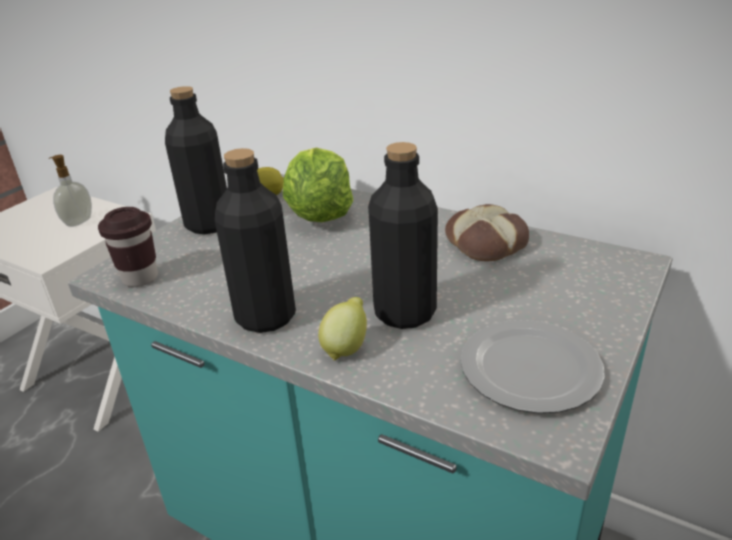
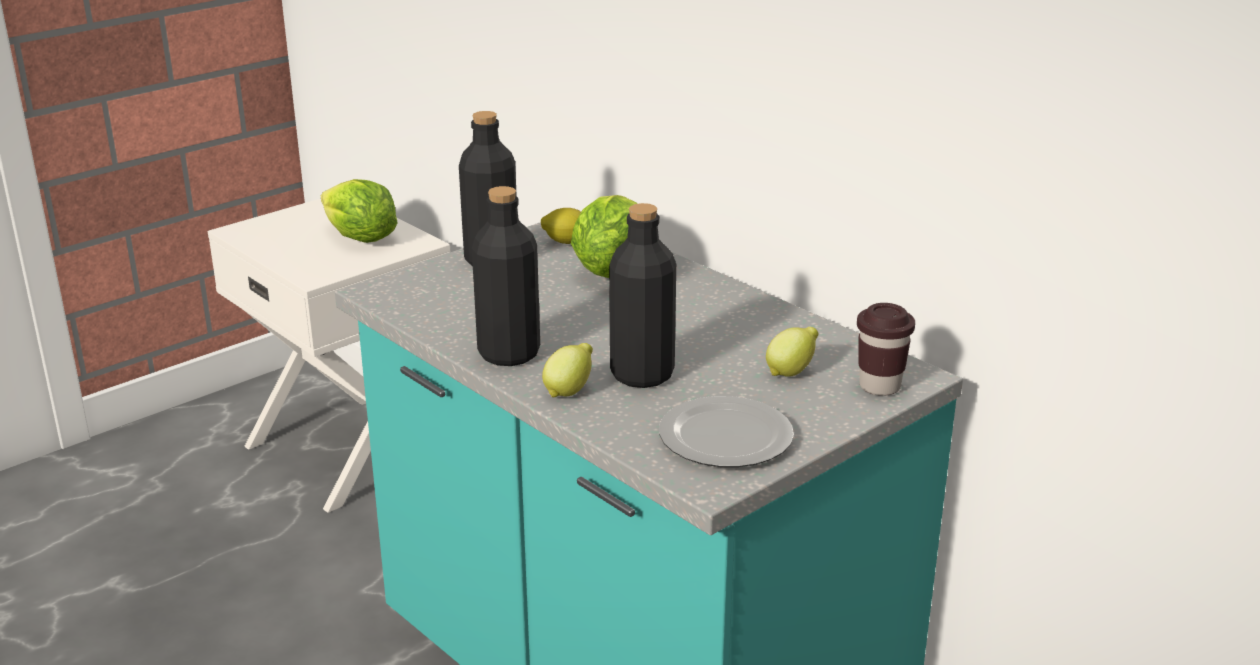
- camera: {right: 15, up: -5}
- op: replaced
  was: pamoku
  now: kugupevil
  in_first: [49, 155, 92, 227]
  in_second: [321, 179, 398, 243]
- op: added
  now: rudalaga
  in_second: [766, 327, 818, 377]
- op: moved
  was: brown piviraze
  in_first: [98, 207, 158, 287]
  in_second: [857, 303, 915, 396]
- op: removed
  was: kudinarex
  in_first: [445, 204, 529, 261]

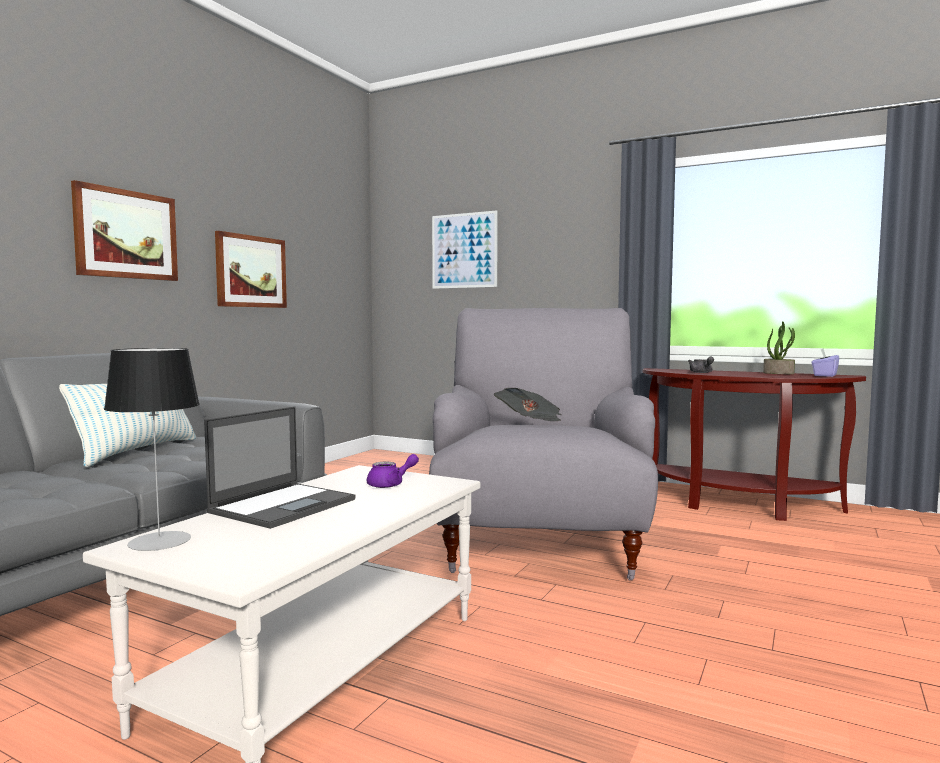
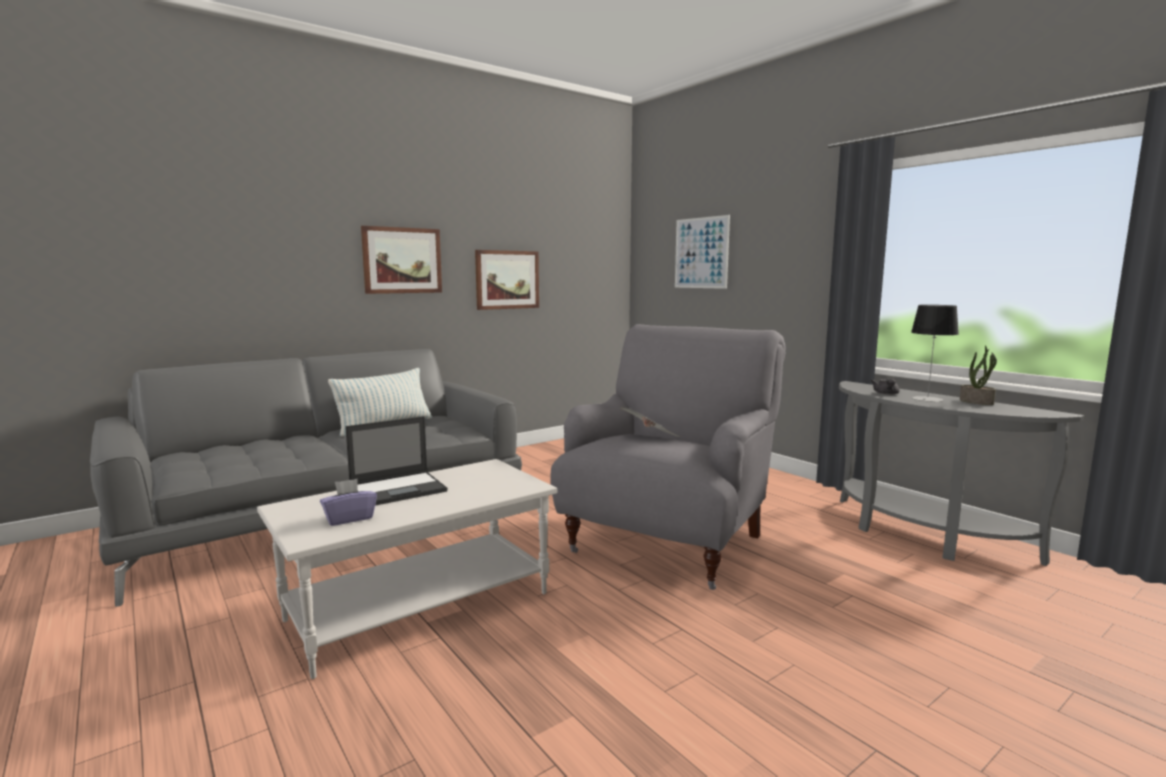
- camera: {right: 25, up: 5}
- op: moved
  was: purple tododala
  in_first: [811, 348, 839, 377]
  in_second: [320, 478, 377, 526]
- op: recoloured
  was: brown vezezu
  now: grey vezezu
  in_first: [642, 368, 866, 521]
  in_second: [839, 381, 1084, 566]
- op: moved
  was: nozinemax
  in_first: [104, 348, 200, 551]
  in_second: [911, 305, 959, 402]
- op: removed
  was: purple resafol
  in_first: [367, 454, 419, 488]

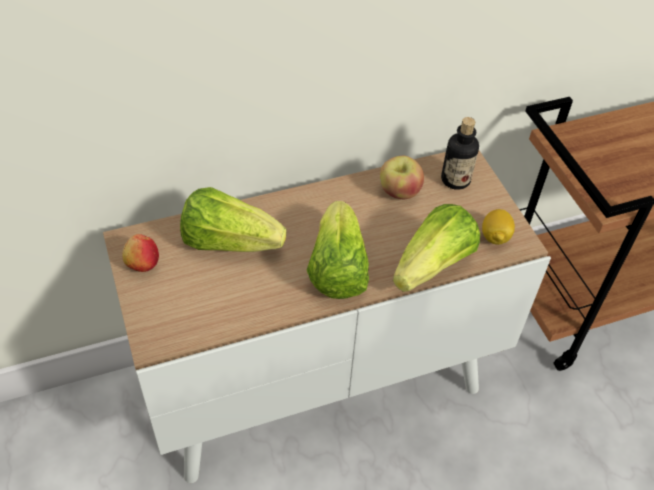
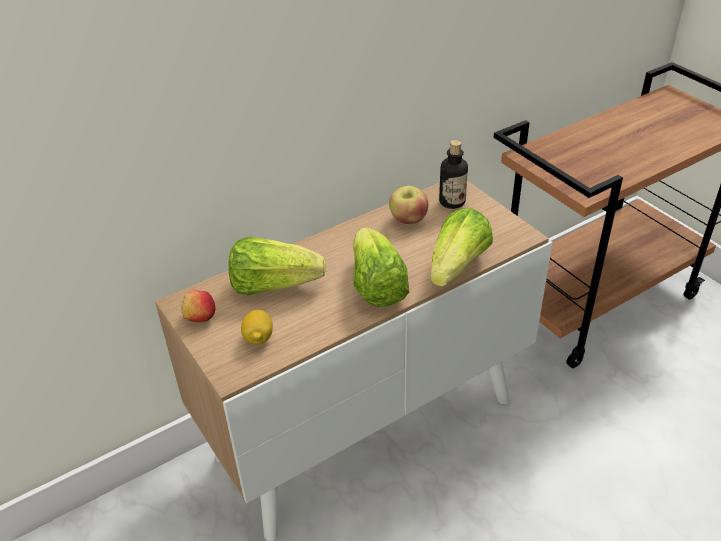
- camera: {right: -10, up: -10}
- op: moved
  was: rudalaga
  in_first: [482, 209, 515, 245]
  in_second: [241, 310, 273, 345]

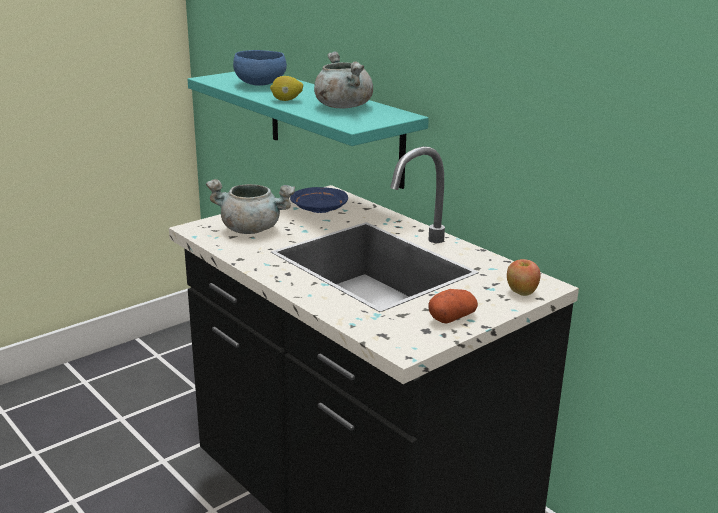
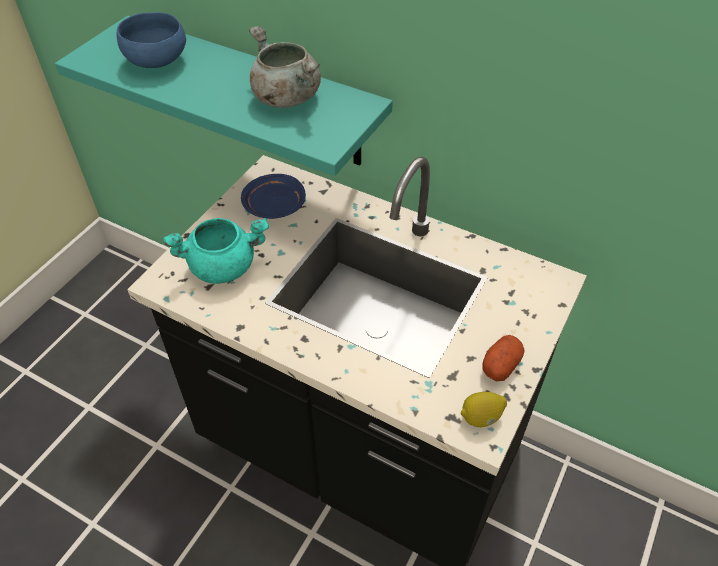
- camera: {right: -20, up: 25}
- op: recoloured
  was: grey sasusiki
  now: turquoise sasusiki
  in_first: [206, 179, 295, 234]
  in_second: [163, 218, 269, 284]
- op: moved
  was: rudalaga
  in_first: [270, 76, 303, 101]
  in_second: [461, 392, 507, 427]
- op: removed
  was: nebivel
  in_first: [507, 259, 541, 296]

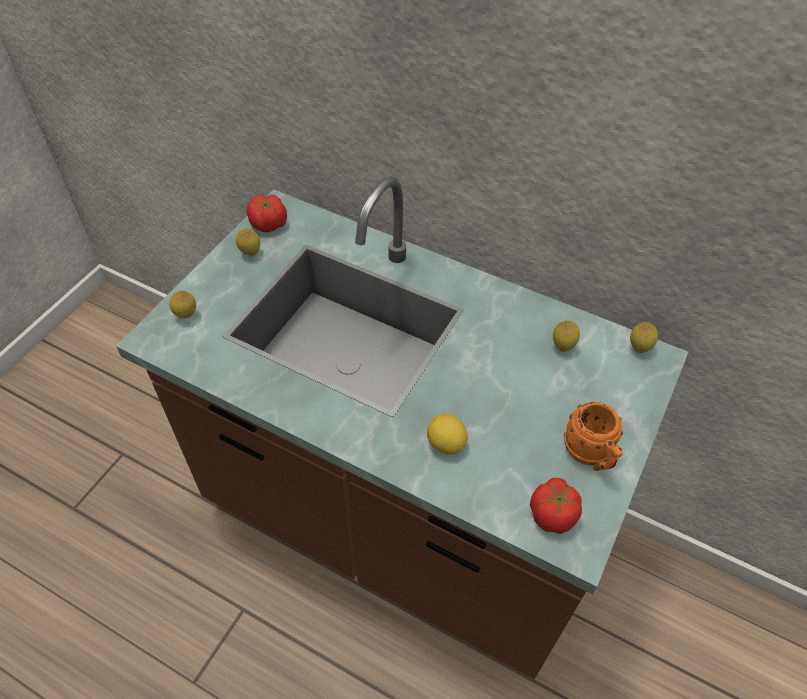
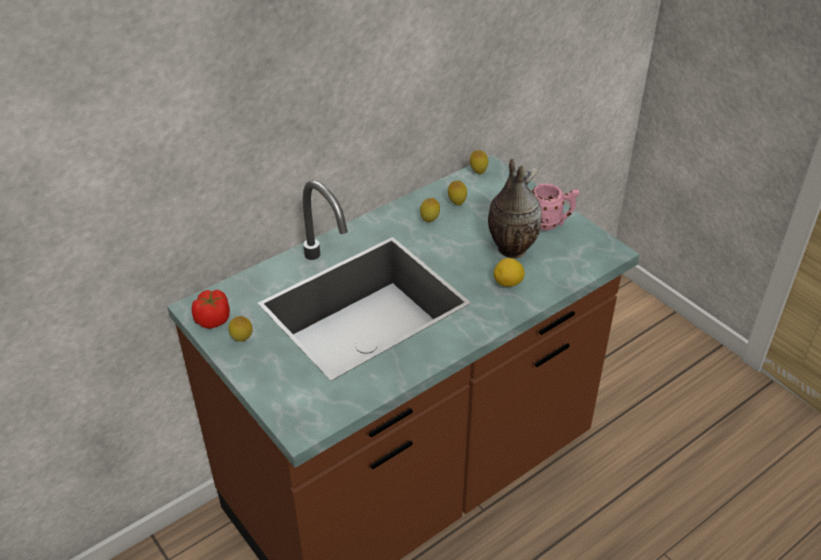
- camera: {right: -65, up: -10}
- op: moved
  was: rudalaga
  in_first: [169, 291, 196, 318]
  in_second: [420, 198, 440, 222]
- op: added
  now: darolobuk
  in_second: [488, 159, 542, 258]
- op: recoloured
  was: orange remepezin
  now: pink remepezin
  in_first: [564, 402, 623, 471]
  in_second: [532, 183, 579, 231]
- op: removed
  was: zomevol
  in_first: [530, 478, 582, 534]

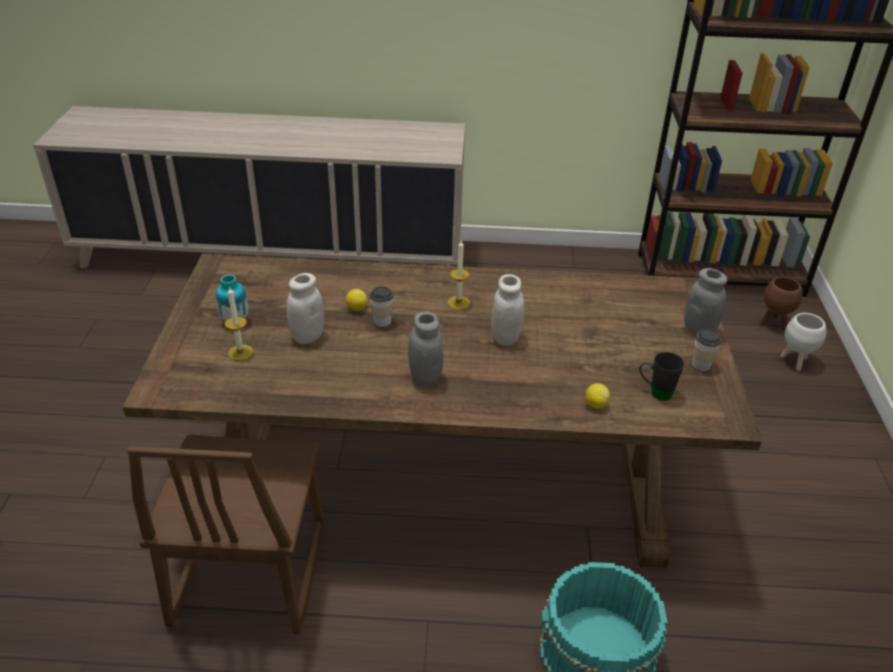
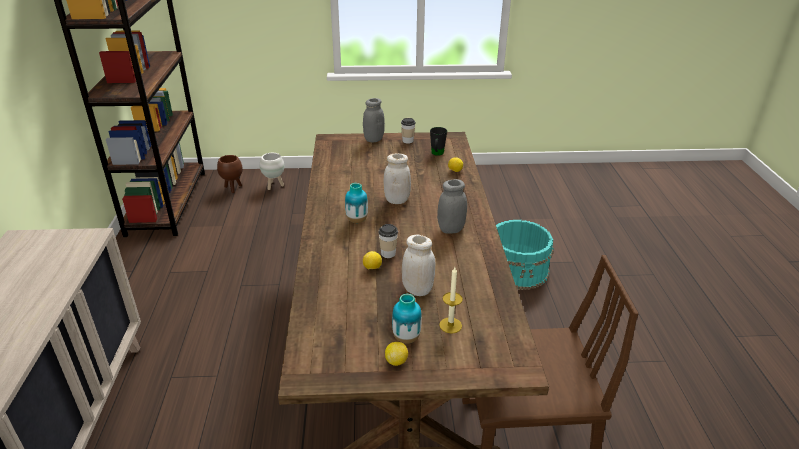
- camera: {right: -95, up: -5}
- op: replaced
  was: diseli
  now: darolobuk
  in_first: [447, 239, 470, 310]
  in_second: [345, 183, 368, 223]
- op: added
  now: rudalaga
  in_second: [385, 342, 408, 366]

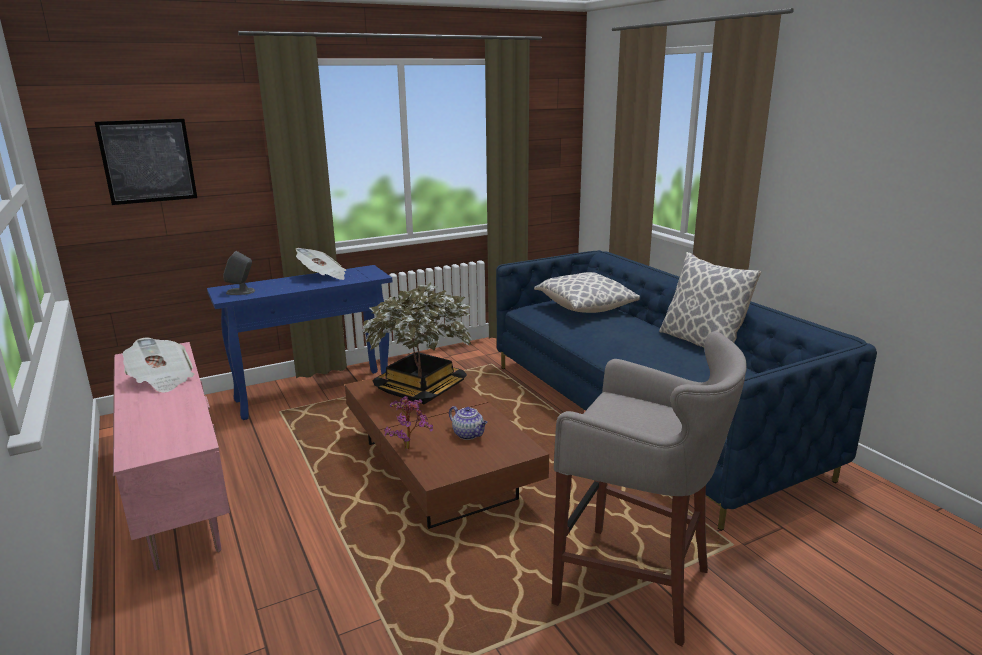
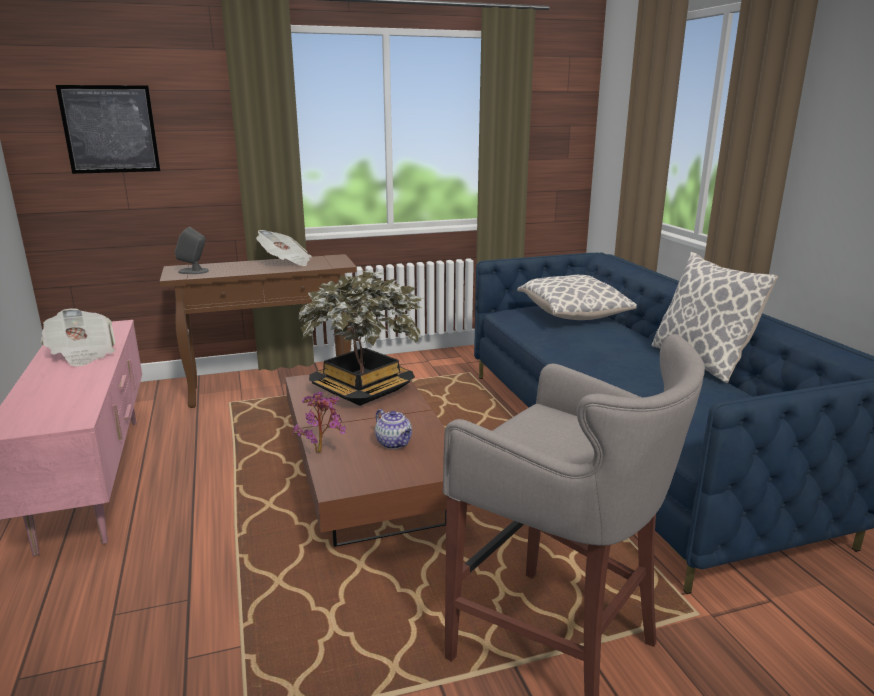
- camera: {right: 10, up: 0}
- op: recoloured
  was: blue vezezu
  now: brown vezezu
  in_first: [207, 265, 392, 420]
  in_second: [160, 254, 357, 408]

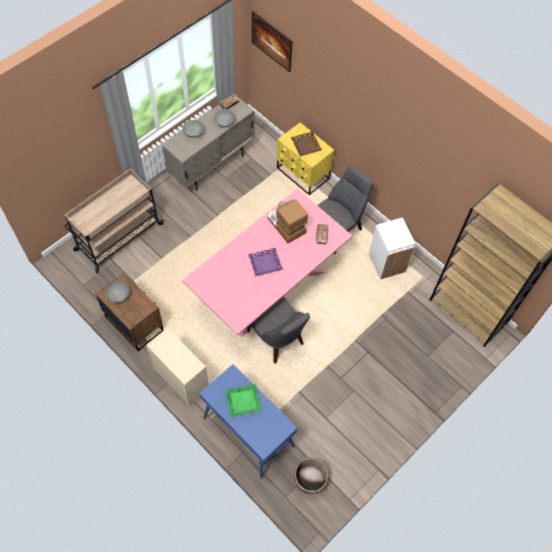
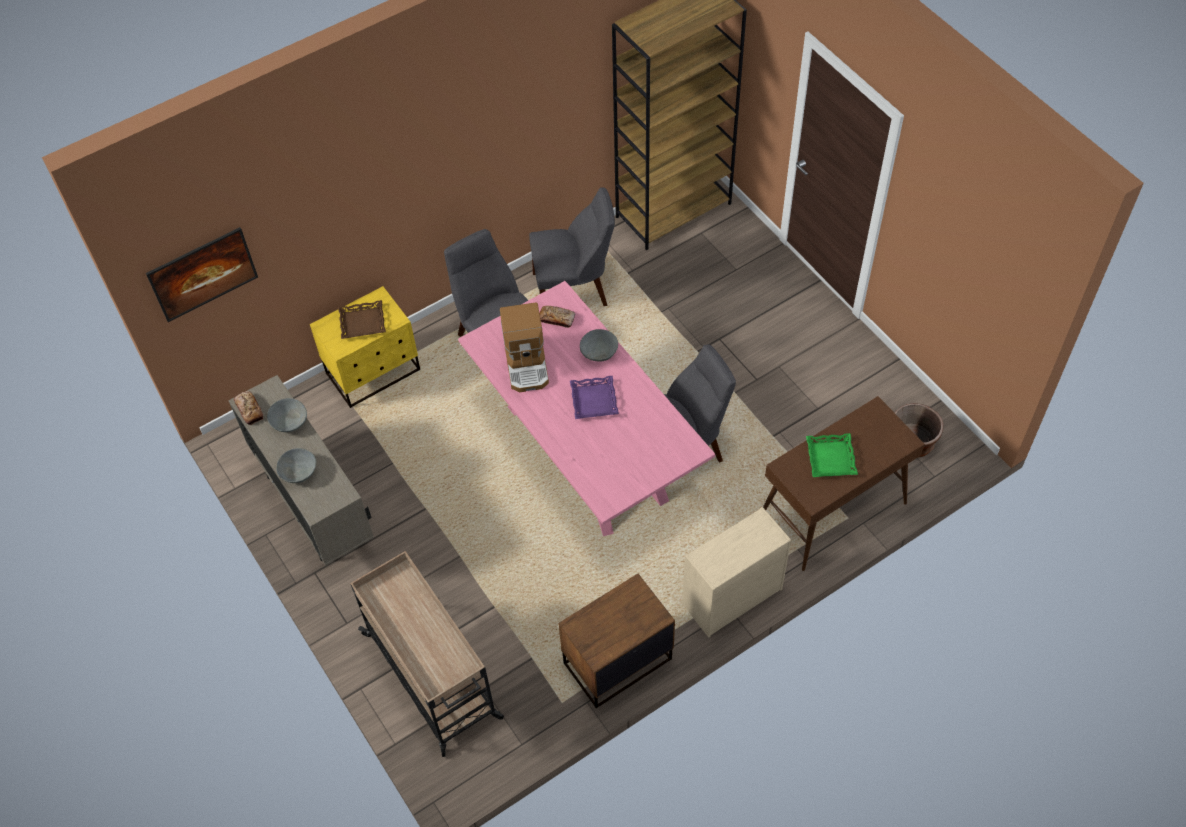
- camera: {right: -75, up: -5}
- op: turned
  was: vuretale
  in_first: [268, 199, 308, 243]
  in_second: [500, 302, 549, 392]
  clockwise: -75
- op: replaced
  was: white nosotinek
  now: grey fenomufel
  in_first: [369, 218, 416, 280]
  in_second: [529, 187, 615, 306]
- op: moved
  was: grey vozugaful
  in_first: [106, 281, 129, 303]
  in_second: [580, 329, 618, 361]
- op: recoloured
  was: blue vezezu
  now: brown vezezu
  in_first: [199, 364, 297, 479]
  in_second: [763, 396, 925, 571]

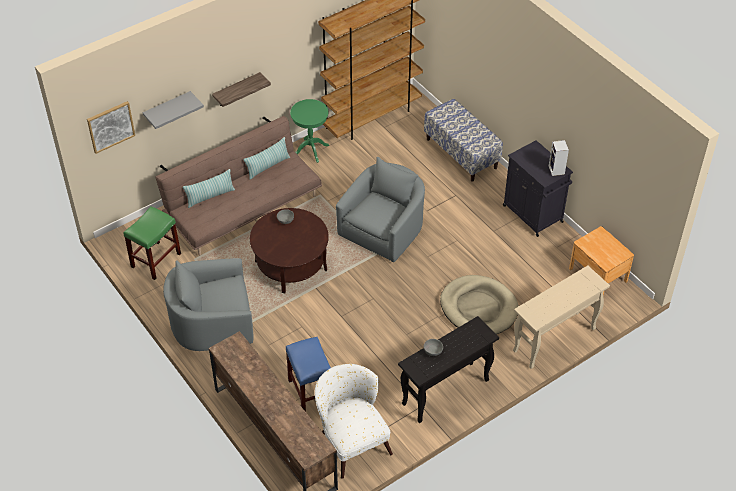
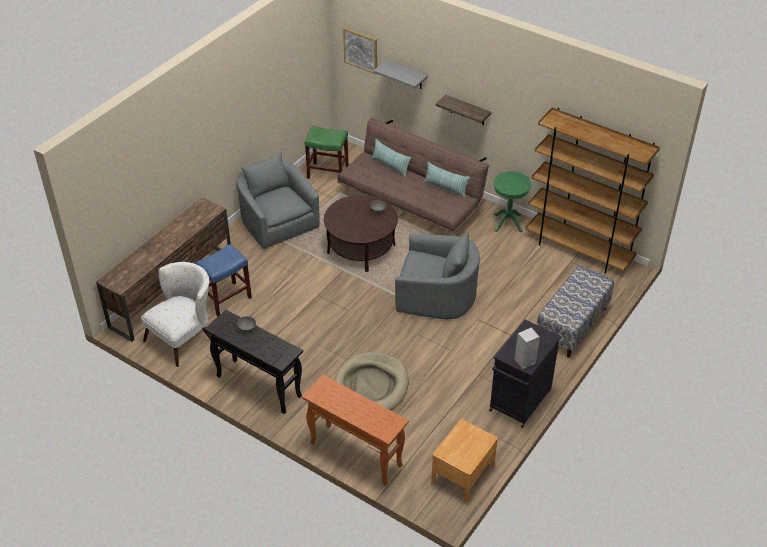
- camera: {right: 70, up: -5}
- op: recoloured
  was: beige vezezu
  now: orange vezezu
  in_first: [513, 265, 610, 369]
  in_second: [302, 375, 409, 486]

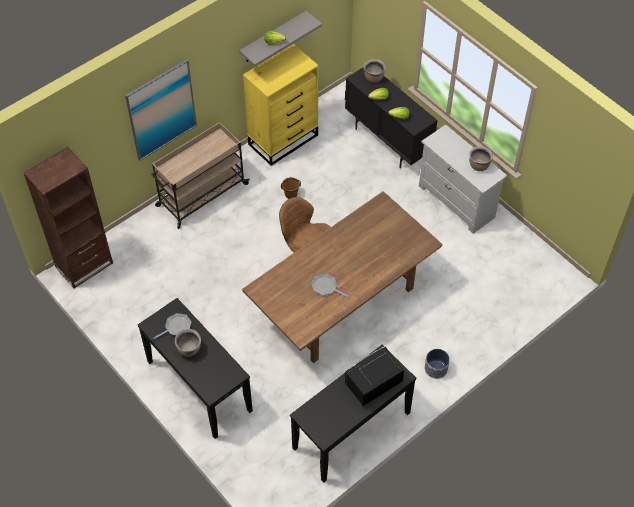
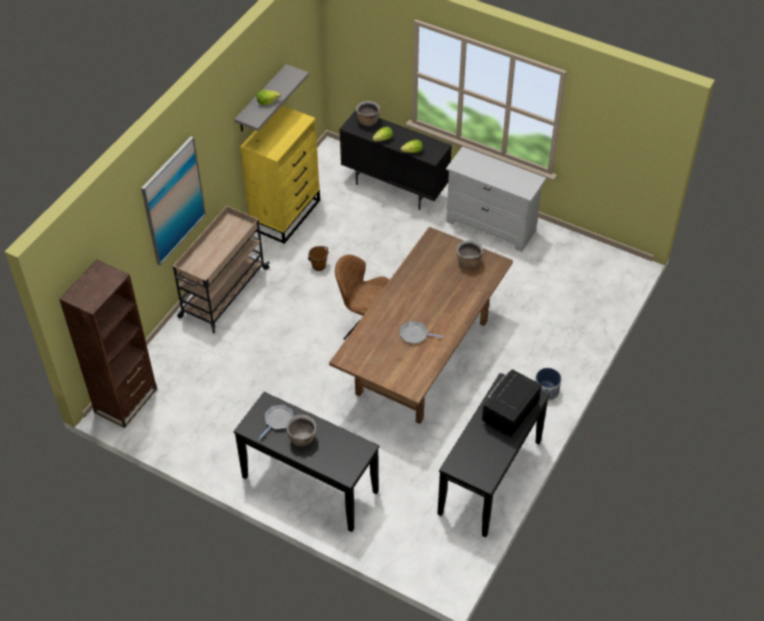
- camera: {right: -20, up: -5}
- op: moved
  was: brown sasusiki
  in_first: [469, 146, 493, 171]
  in_second: [457, 240, 483, 268]

